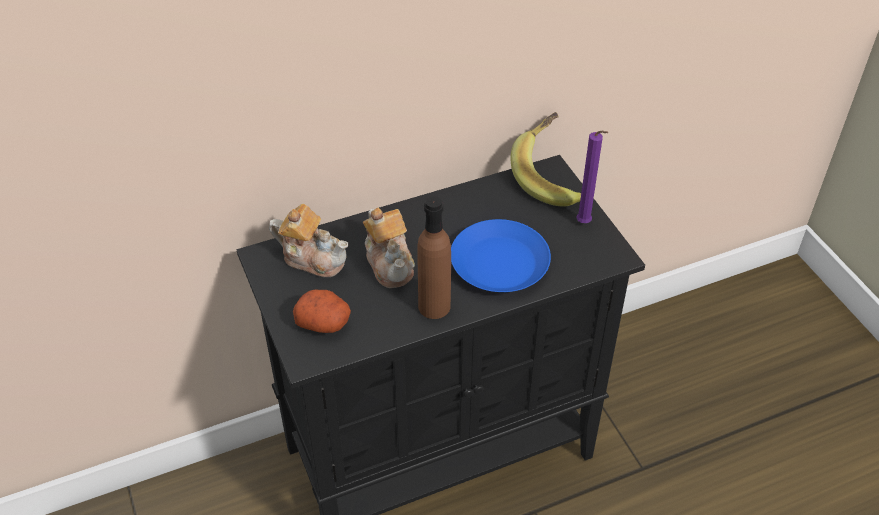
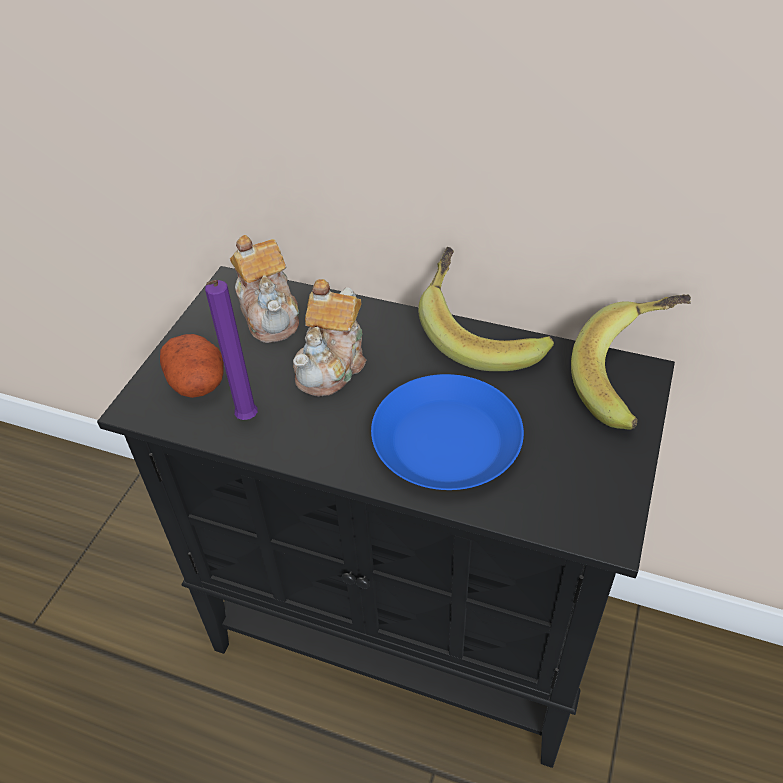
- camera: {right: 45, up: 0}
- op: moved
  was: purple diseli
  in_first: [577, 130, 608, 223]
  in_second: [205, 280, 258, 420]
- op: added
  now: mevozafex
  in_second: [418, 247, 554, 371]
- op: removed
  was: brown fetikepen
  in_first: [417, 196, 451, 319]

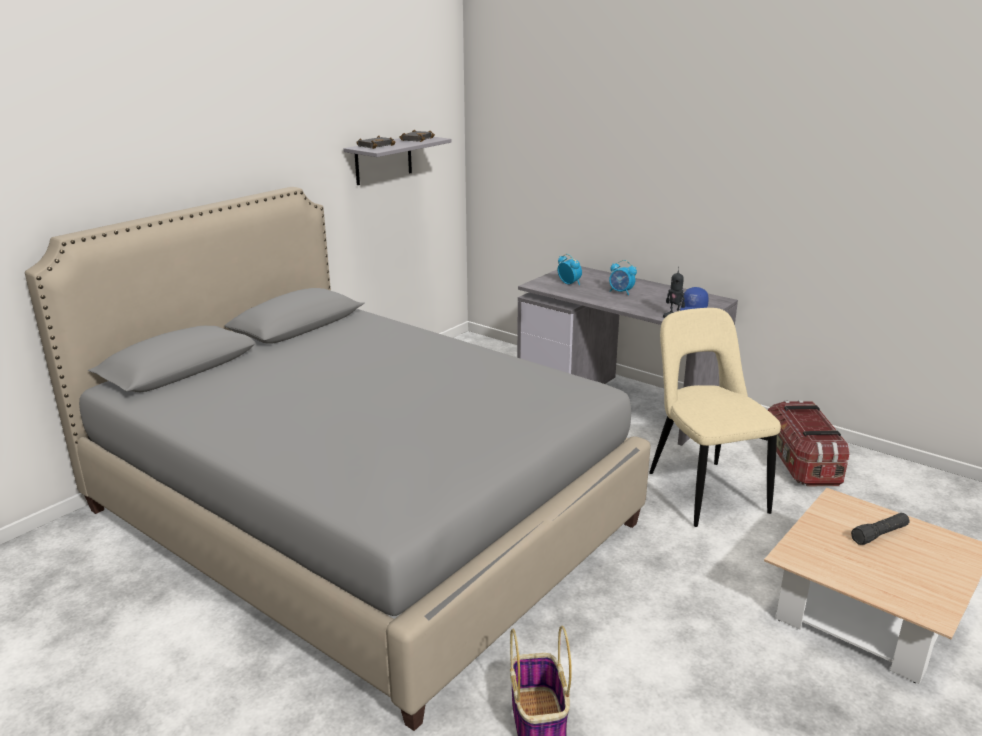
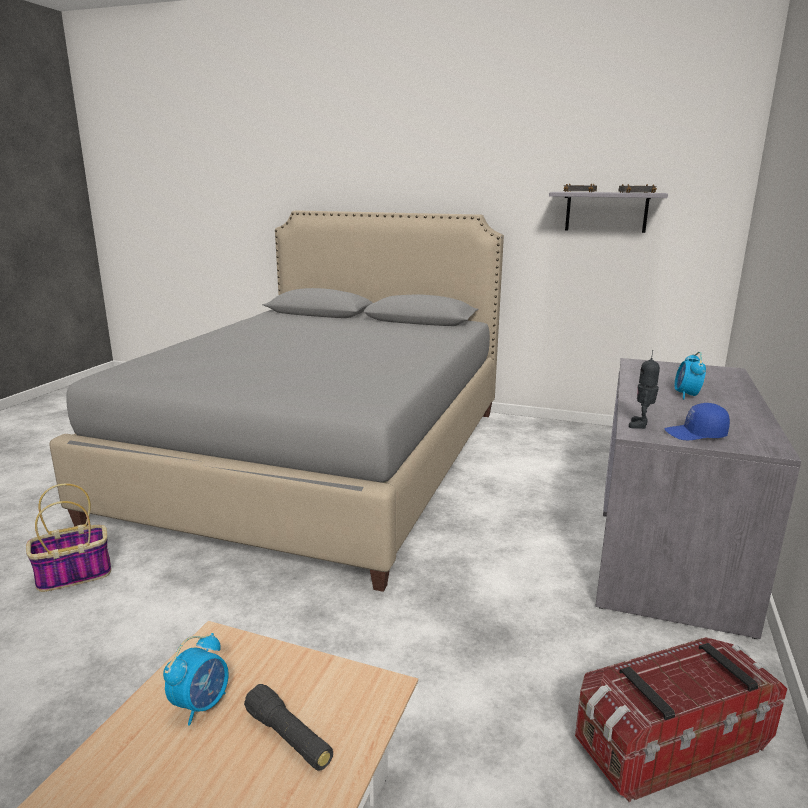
- camera: {right: 70, up: -5}
- op: moved
  was: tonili
  in_first: [558, 254, 582, 285]
  in_second: [163, 633, 229, 726]
- op: removed
  was: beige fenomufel
  in_first: [649, 308, 781, 527]

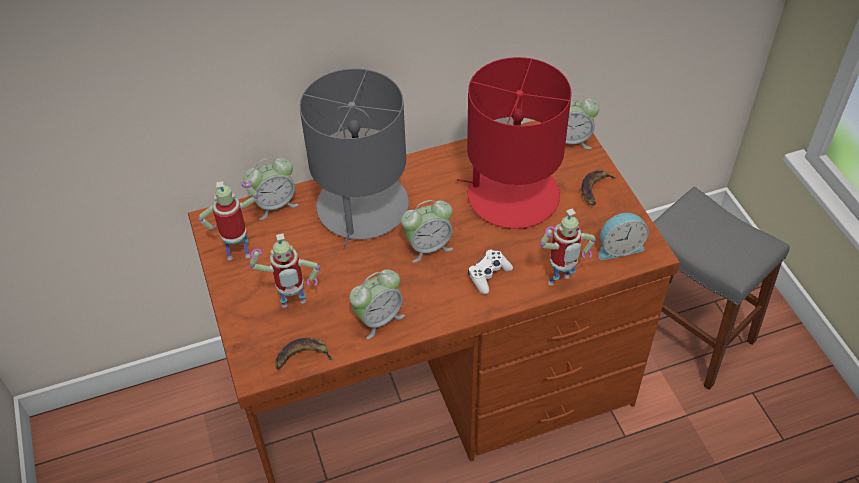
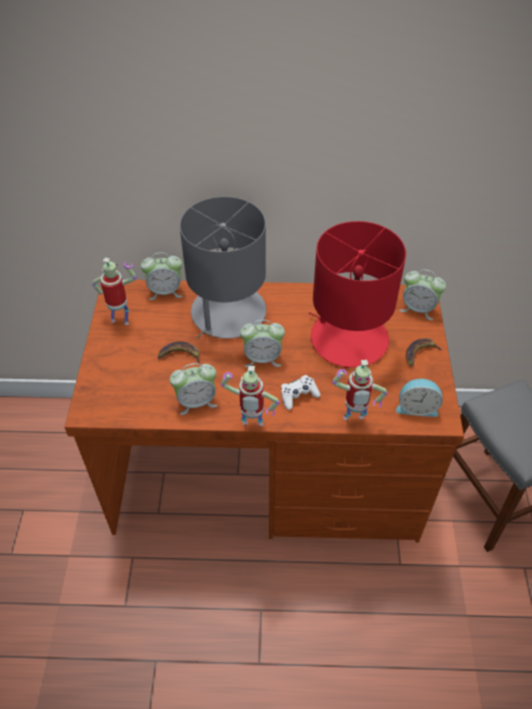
- camera: {right: 20, up: 0}
- op: moved
  was: mevozafex
  in_first: [275, 337, 333, 370]
  in_second: [158, 342, 200, 364]
- op: moved
  was: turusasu
  in_first: [249, 233, 320, 308]
  in_second: [221, 366, 280, 426]

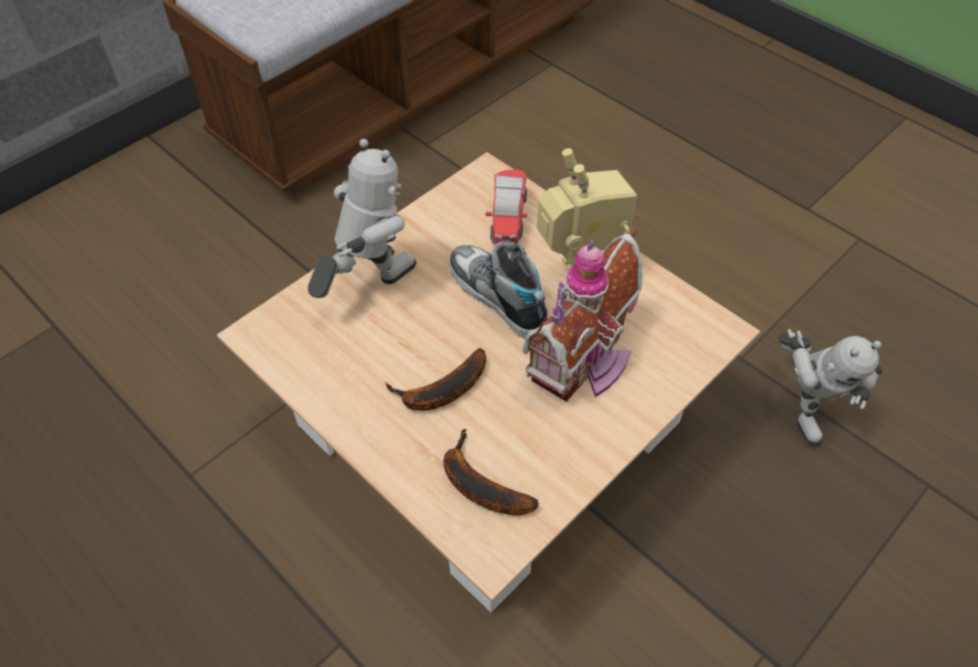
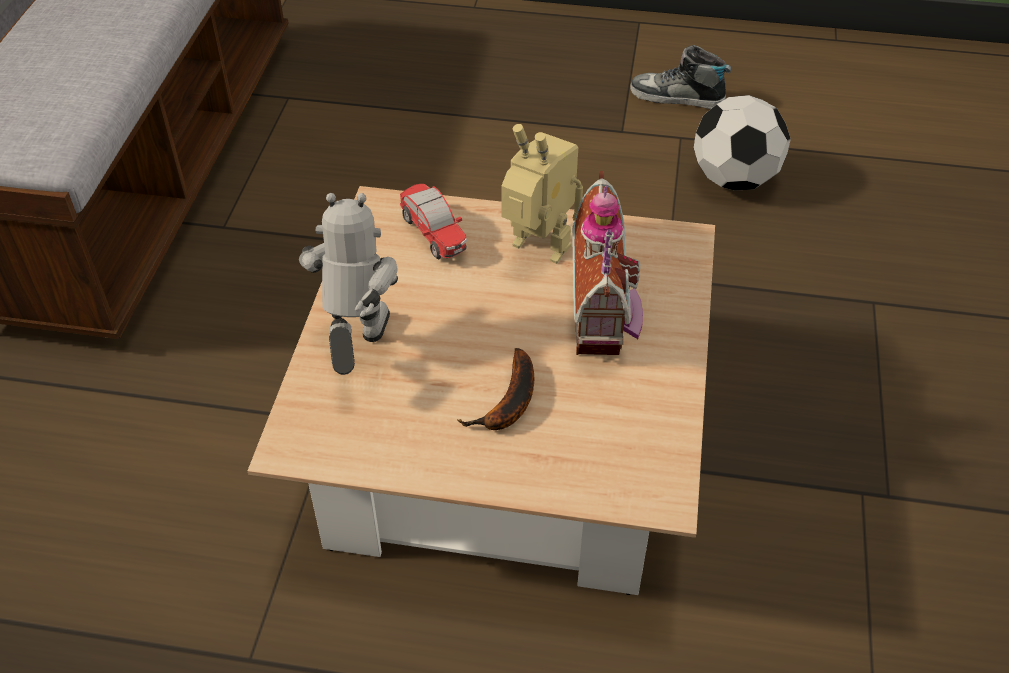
- camera: {right: -35, up: -5}
- op: moved
  was: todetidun
  in_first: [449, 242, 548, 338]
  in_second: [630, 45, 731, 109]
- op: added
  now: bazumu
  in_second: [694, 95, 791, 191]
- op: removed
  was: mevozafex
  in_first: [443, 428, 539, 515]
- op: removed
  was: turusasu
  in_first: [779, 329, 882, 446]

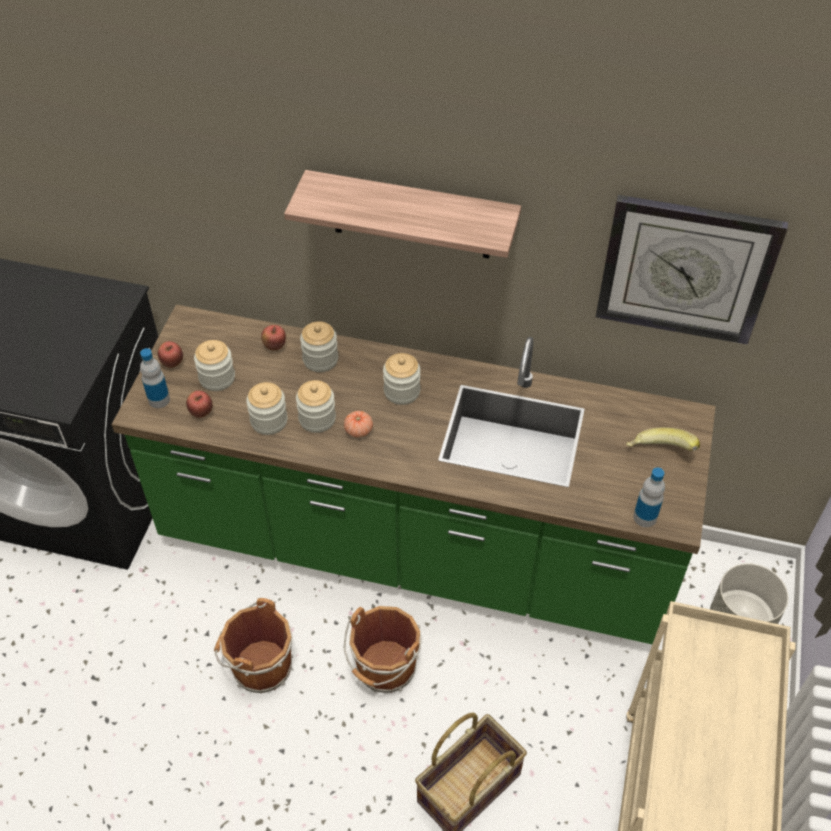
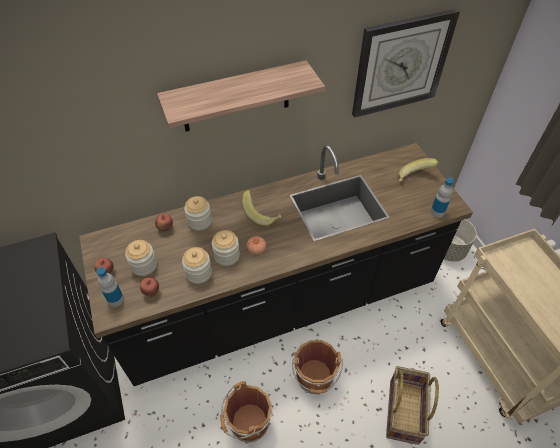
- camera: {right: -35, up: 0}
- op: recoloured
  was: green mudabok
  now: black mudabok
  in_first: [111, 305, 716, 644]
  in_second: [79, 143, 473, 386]
- op: replaced
  was: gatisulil
  now: mevozafex
  in_first: [383, 353, 421, 405]
  in_second: [242, 190, 282, 226]

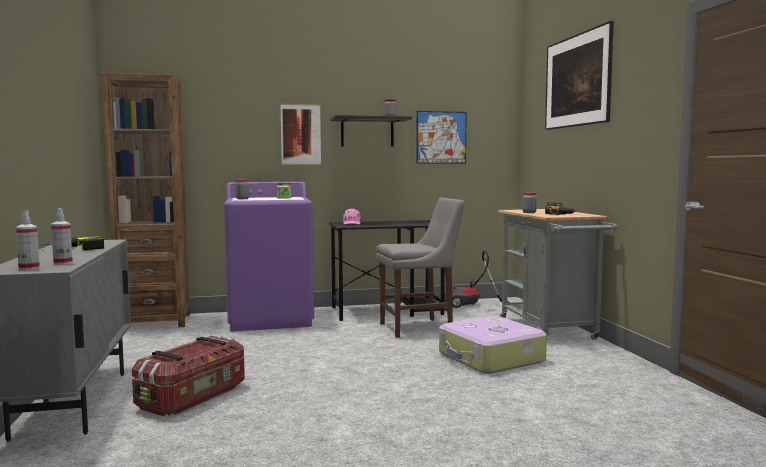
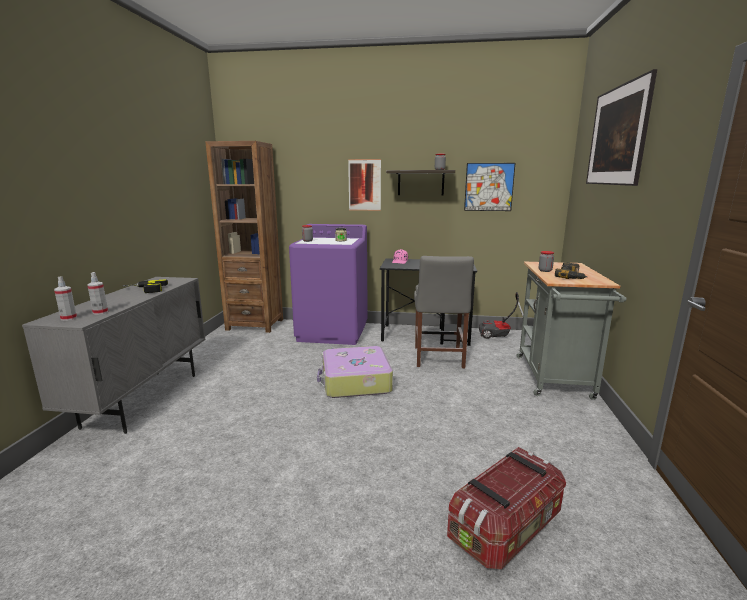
- camera: {right: 20, up: 10}
- op: moved
  was: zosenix
  in_first: [439, 316, 547, 374]
  in_second: [317, 346, 393, 398]
- op: turned
  was: grey fenomufel
  in_first: [376, 198, 465, 338]
  in_second: [414, 256, 474, 368]
  clockwise: 90
- op: moved
  was: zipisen
  in_first: [132, 336, 245, 416]
  in_second: [447, 447, 566, 569]

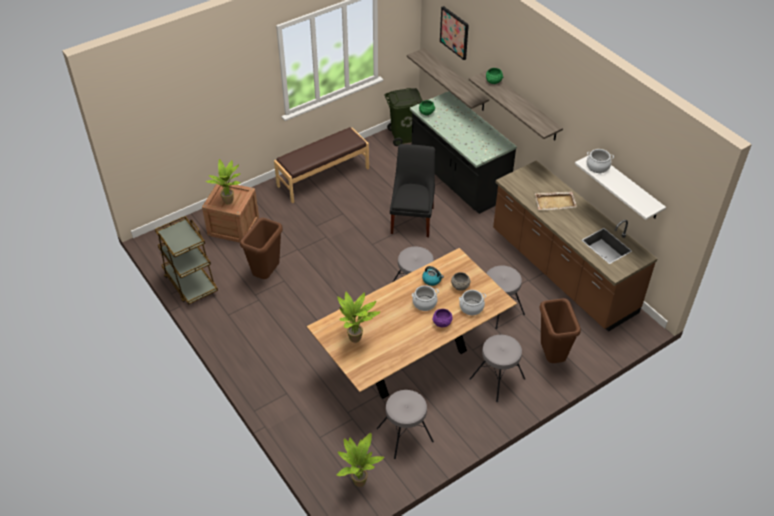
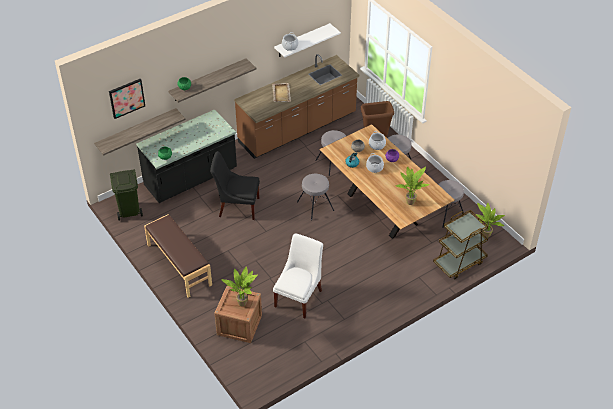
- camera: {right: -90, up: 0}
- op: replaced
  was: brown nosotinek
  now: white fenomufel
  in_first: [240, 218, 283, 279]
  in_second: [273, 234, 323, 318]
- op: moved
  was: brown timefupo
  in_first: [155, 216, 218, 305]
  in_second: [433, 210, 488, 280]

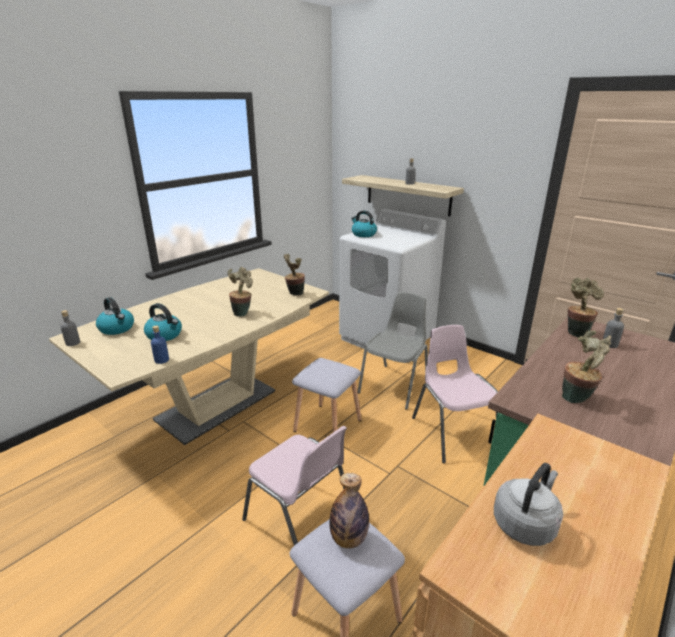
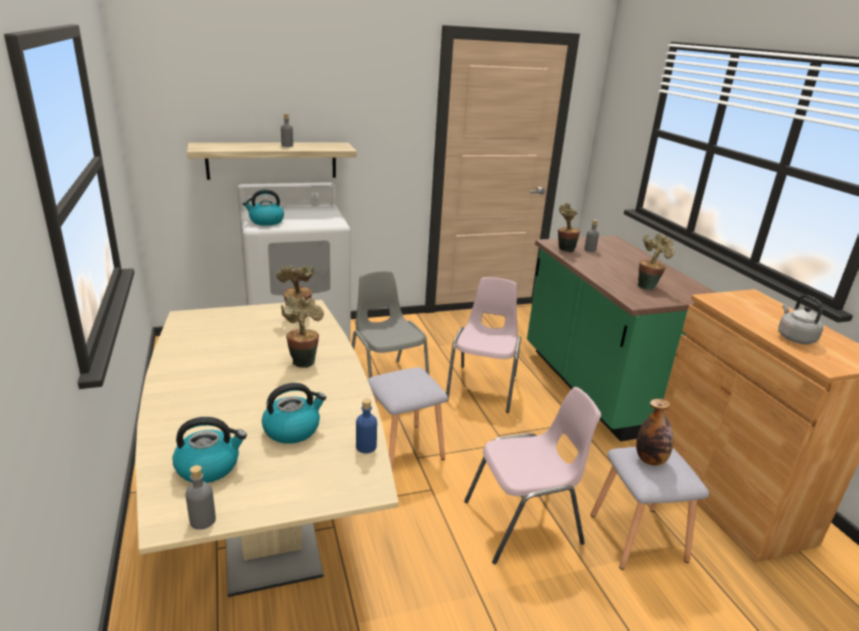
- camera: {right: -60, up: 0}
- op: turned
  was: pink fenomufel
  in_first: [412, 325, 498, 464]
  in_second: [446, 277, 521, 413]
  clockwise: 90

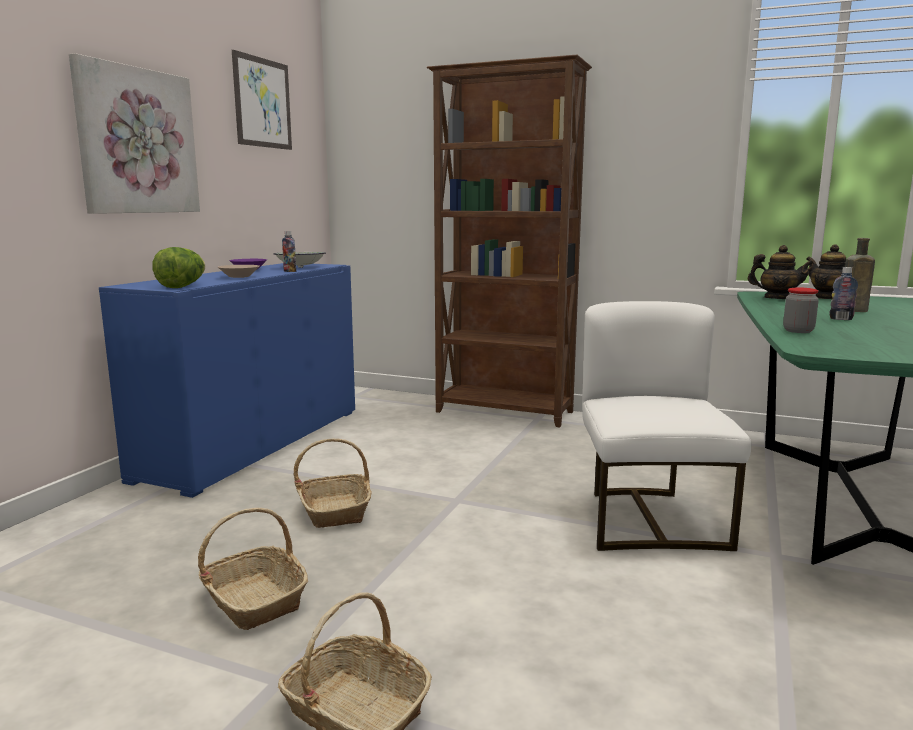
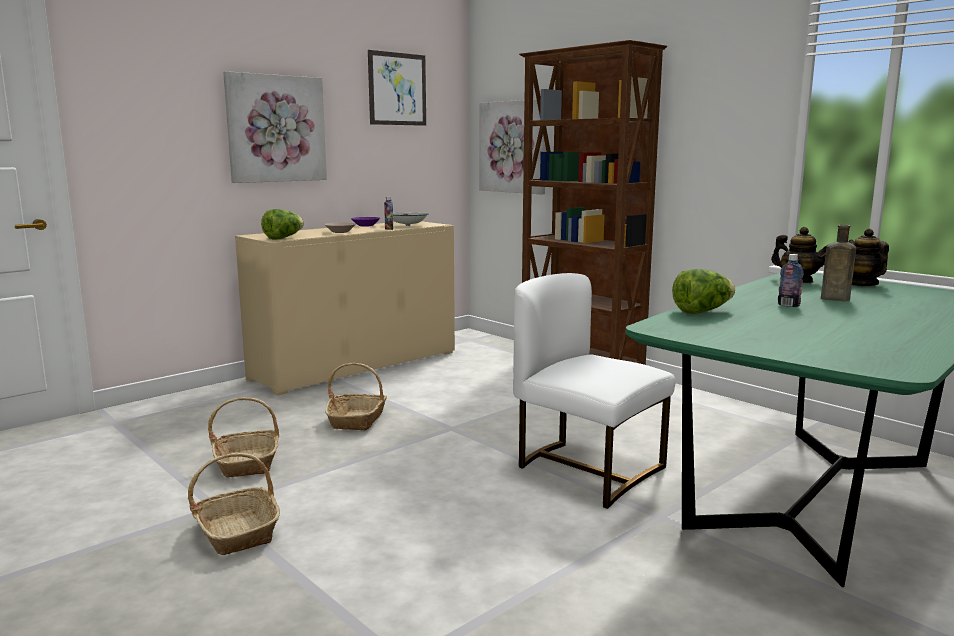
- camera: {right: 25, up: 0}
- op: recoloured
  was: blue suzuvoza
  now: beige suzuvoza
  in_first: [99, 263, 355, 498]
  in_second: [235, 221, 455, 396]
- op: added
  now: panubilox
  in_second: [479, 99, 546, 194]
- op: turned
  was: white fenomufel
  in_first: [582, 301, 751, 551]
  in_second: [513, 273, 675, 509]
  clockwise: -75
- op: replaced
  was: gatisulil
  now: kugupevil
  in_first: [783, 288, 819, 333]
  in_second: [672, 269, 735, 314]

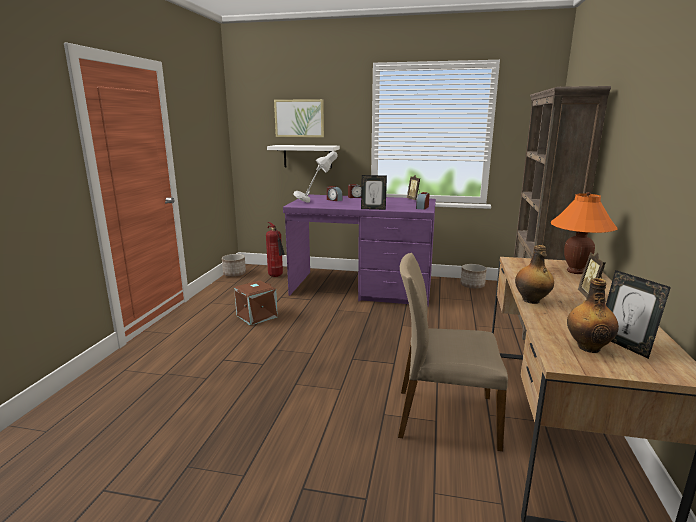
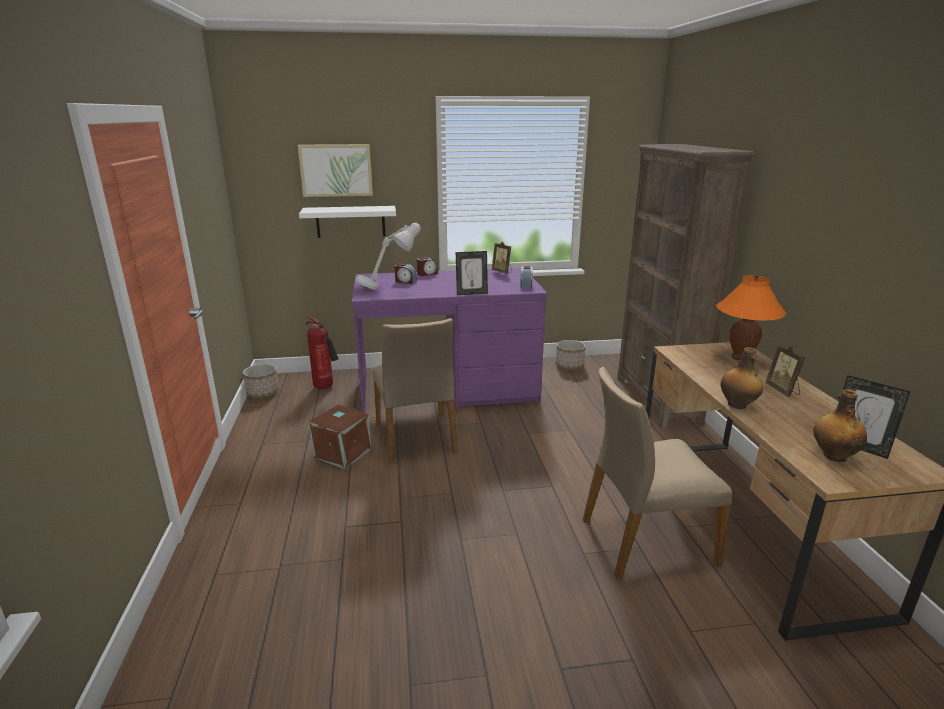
- camera: {right: -20, up: 5}
- op: added
  now: beige fenomufel
  in_second: [373, 318, 457, 463]

